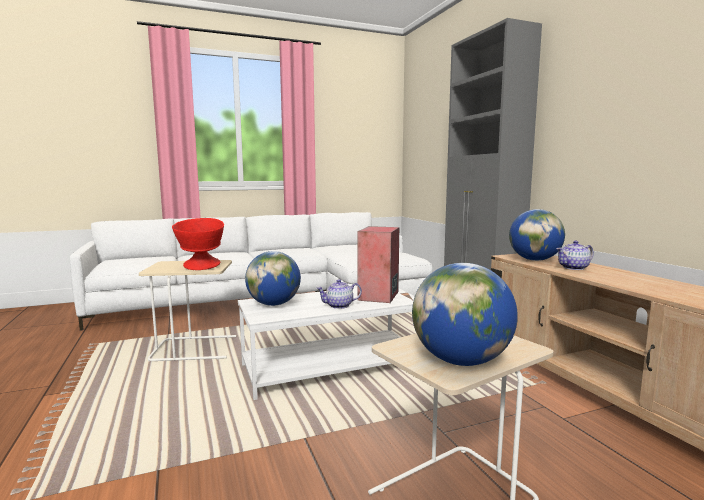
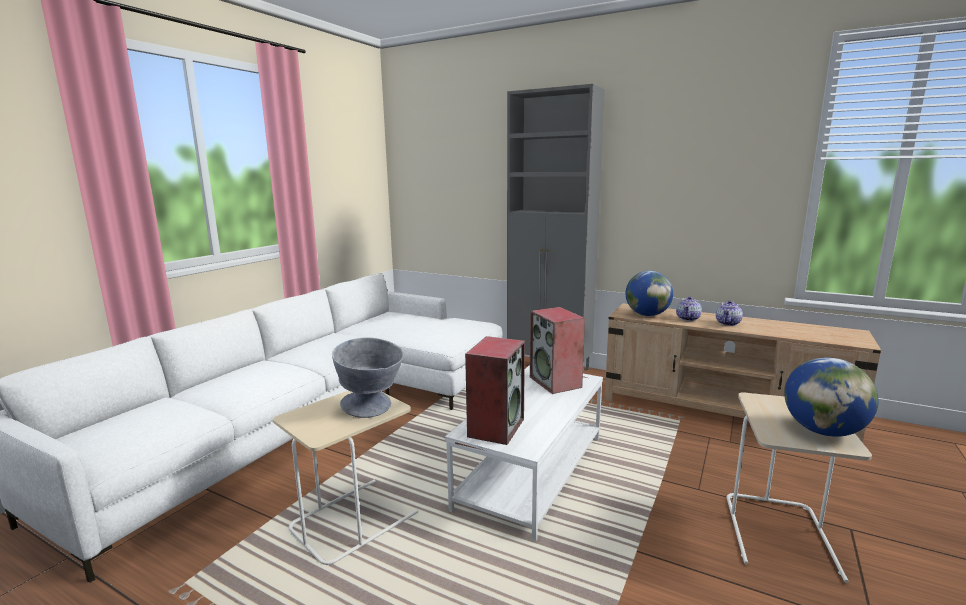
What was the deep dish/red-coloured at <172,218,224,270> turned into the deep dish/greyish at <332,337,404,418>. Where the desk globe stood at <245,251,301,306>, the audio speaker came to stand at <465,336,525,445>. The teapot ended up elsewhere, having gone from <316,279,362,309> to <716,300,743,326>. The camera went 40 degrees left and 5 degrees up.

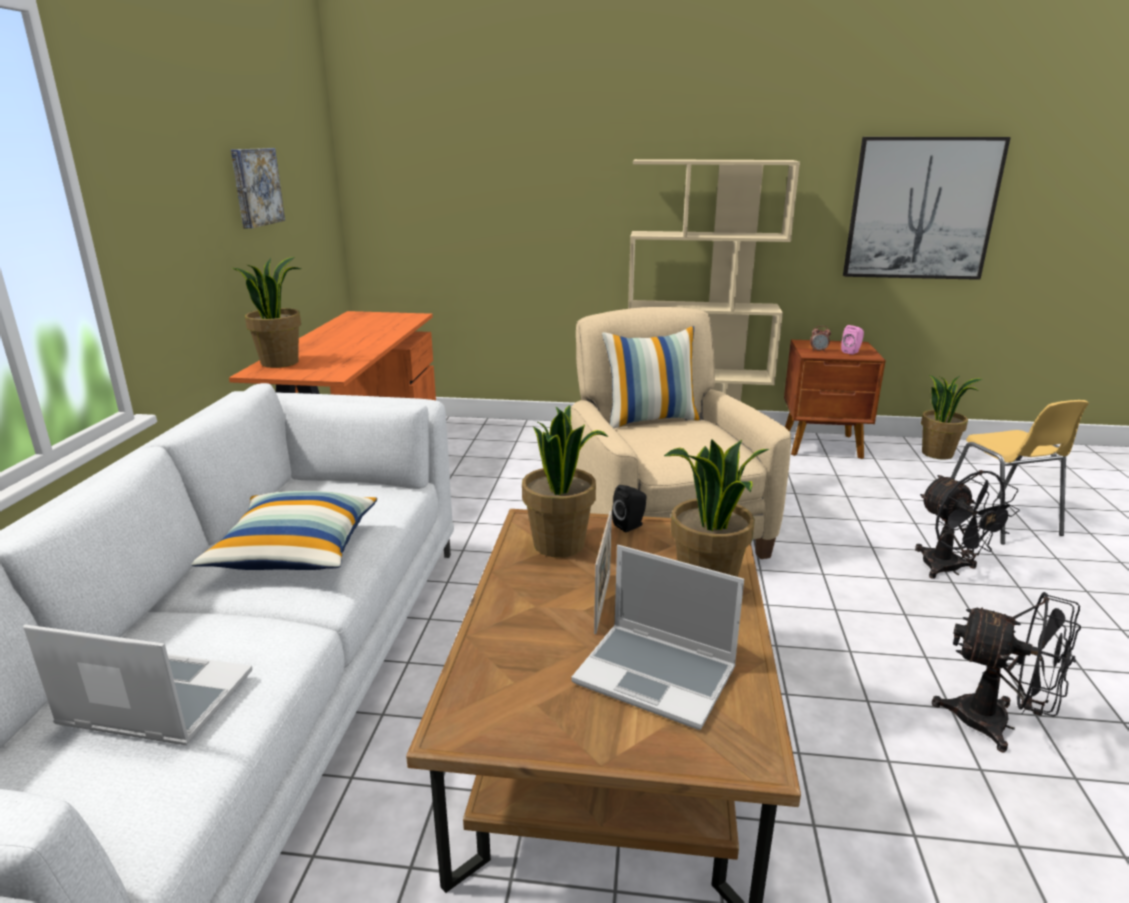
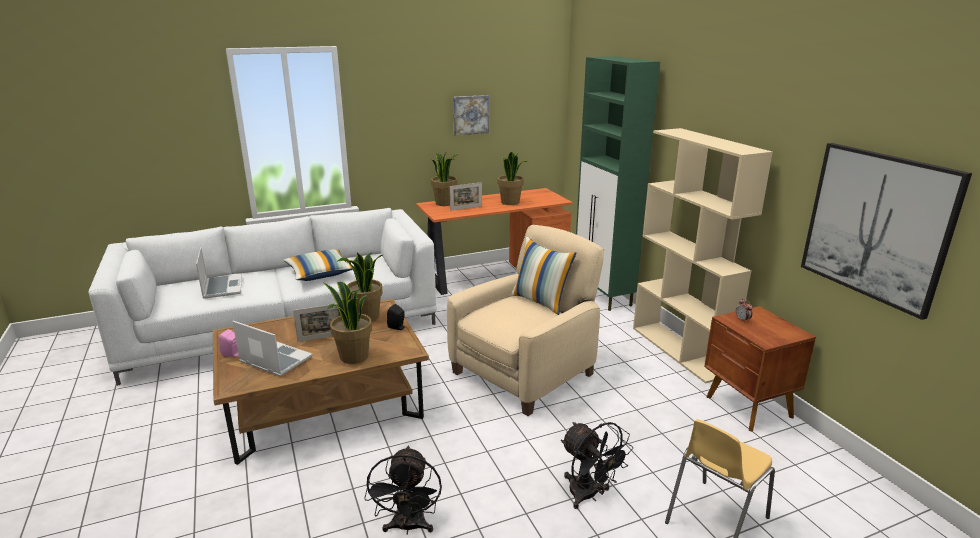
The notebook computer at <571,545,744,730> ended up facing another way, 120 degrees clockwise from before. The audio speaker/pink ended up elsewhere, having gone from <841,325,864,355> to <219,329,239,357>. The cooling fan/black at <915,470,1020,579> ended up facing another way, 75 degrees counterclockwise from before. The plant in a pot ended up elsewhere, having gone from <921,375,982,460> to <498,152,528,205>. The second view gained the picture frame at <450,182,482,211>. The second view gained the cabinet/green at <576,56,660,311>. The camera went 60 degrees right and 0 degrees up.

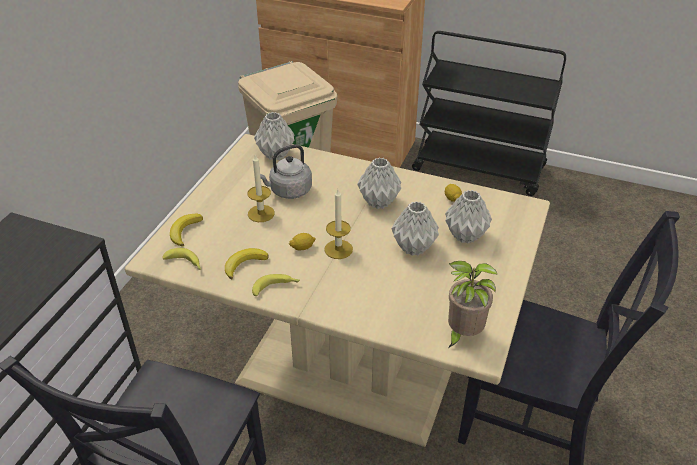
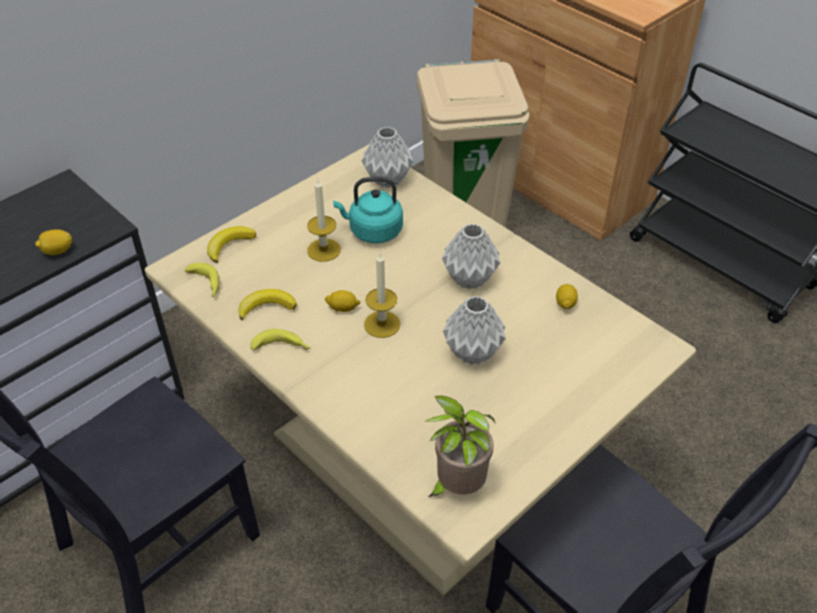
What was the water kettle/greyish at <260,144,312,199> turned into the water kettle/blue-green at <333,177,403,243>. The second view lost the decorative vase/greyish at <445,190,492,244>. The second view gained the citrus fruit at <35,229,72,255>. The camera went 25 degrees right and 5 degrees up.

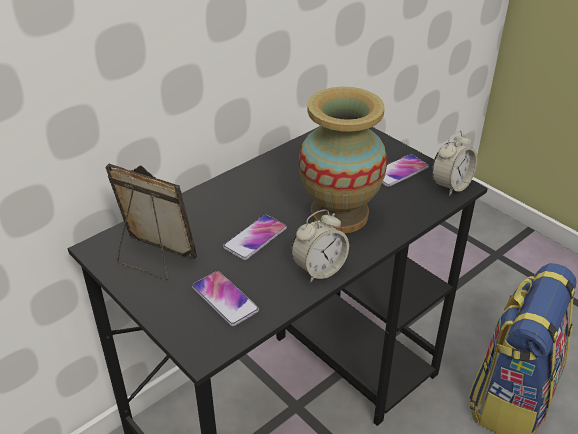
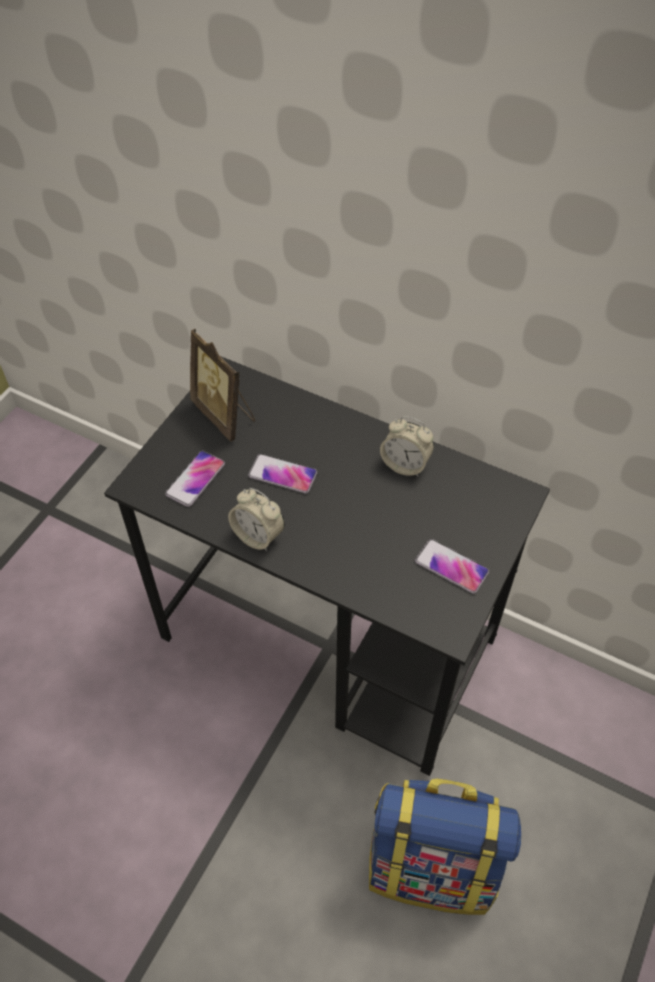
The picture frame at <105,164,197,280> ended up facing another way, 135 degrees clockwise from before. The second view lost the decorative vase at <299,87,387,233>. The bedside clock ended up elsewhere, having gone from <432,131,477,196> to <380,416,434,476>. The camera went 70 degrees right and 15 degrees up.

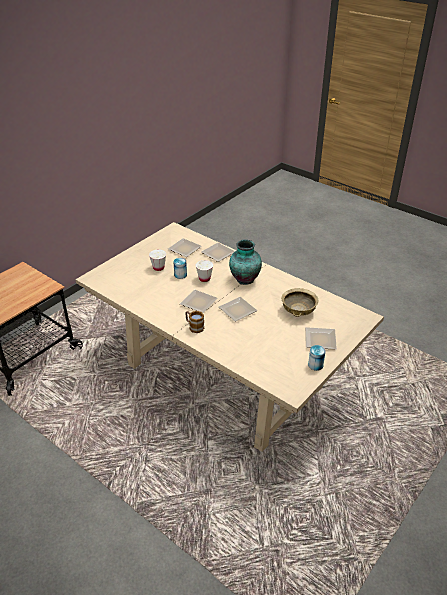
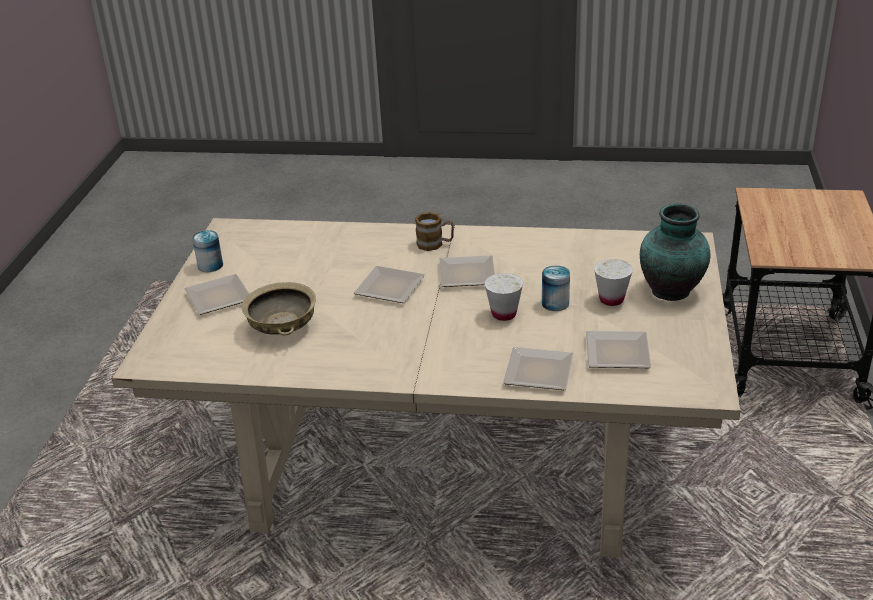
The decorative vase ended up elsewhere, having gone from <229,239,262,285> to <640,203,710,301>. The camera went 150 degrees right and 5 degrees down.

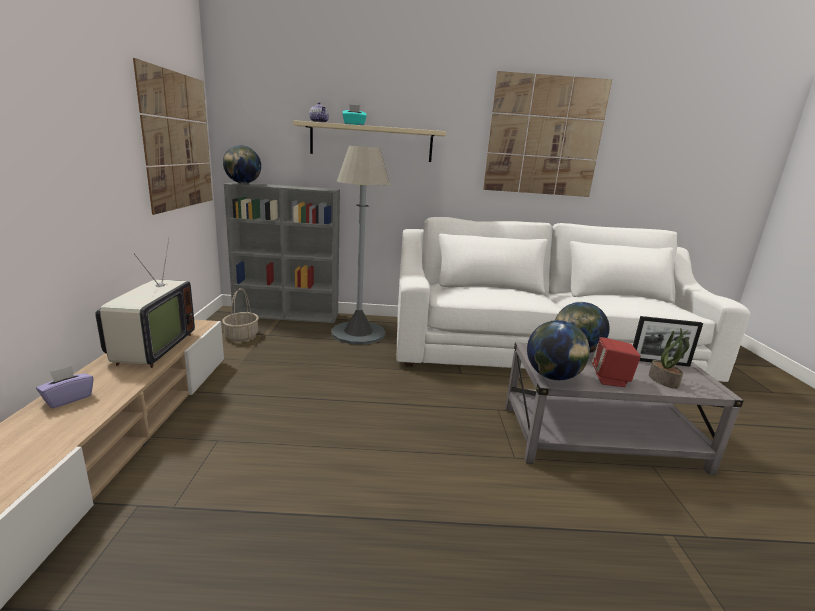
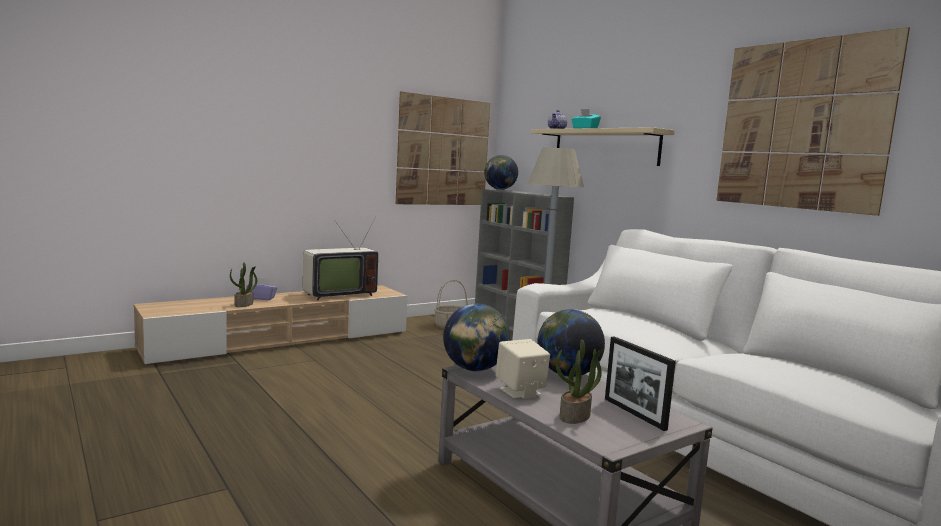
What was the audio speaker/red-coloured at <592,337,641,387> turned into the audio speaker/sand-coloured at <495,339,550,399>. The second view gained the plant in a pot at <230,262,257,307>. The camera went 55 degrees right and 10 degrees down.

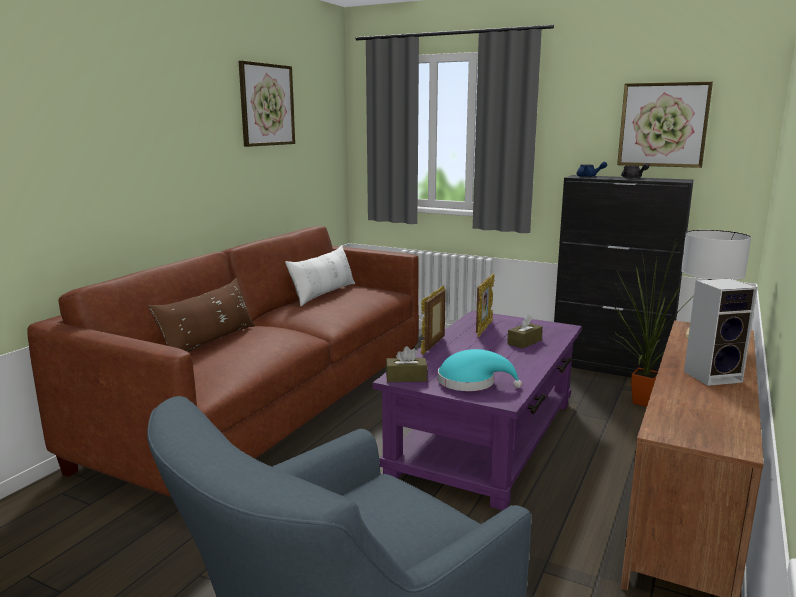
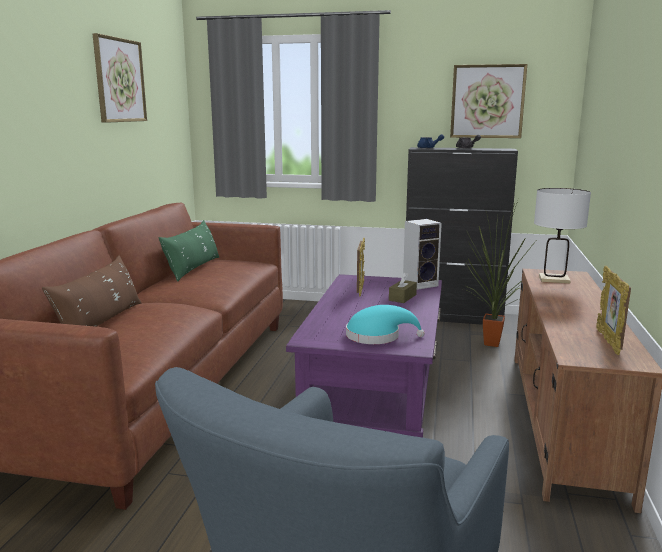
What was the pillow/white-coloured at <285,245,355,306> turned into the pillow/green at <159,220,219,282>. The second view lost the box of tissues/brown at <386,346,428,382>. The picture frame ended up elsewhere, having gone from <421,286,446,355> to <596,266,631,355>. The audio speaker ended up elsewhere, having gone from <684,278,758,386> to <403,219,442,290>. The camera went 15 degrees left and 0 degrees up.

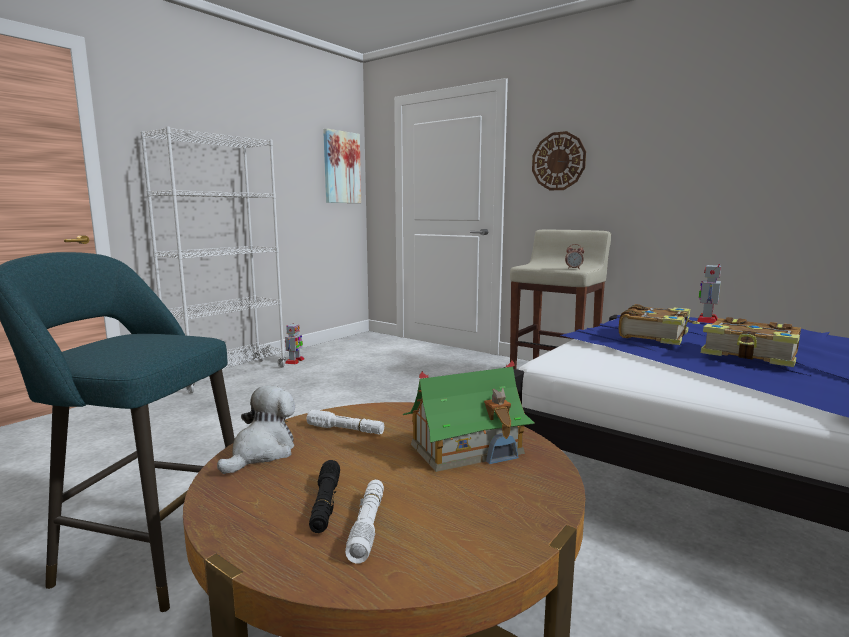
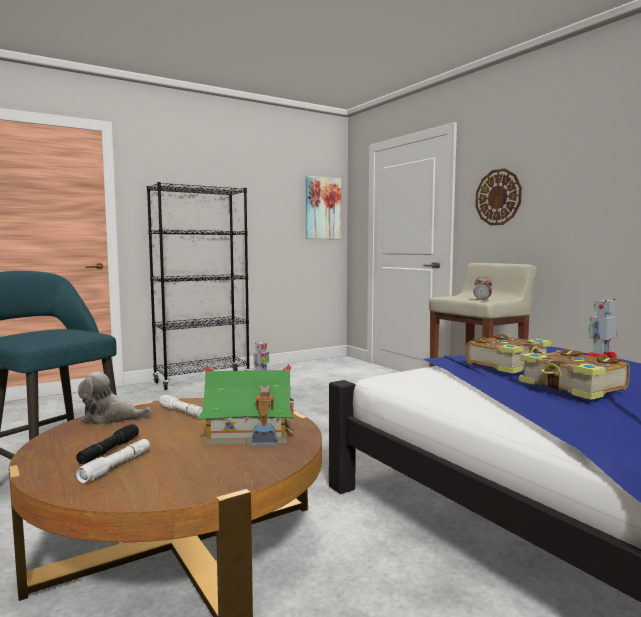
What was the shelving unit/white-coloured at <140,126,286,394> turned into the shelving unit/black at <147,182,250,390>. The soft toy at <217,385,295,474> ended up facing another way, 135 degrees counterclockwise from before. The camera went 20 degrees right and 5 degrees down.

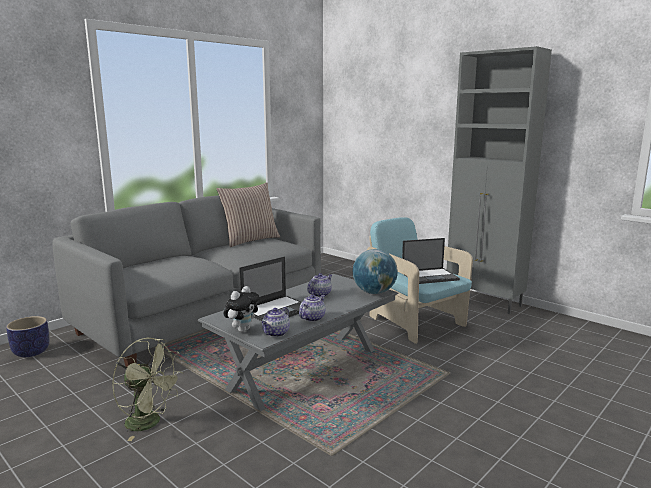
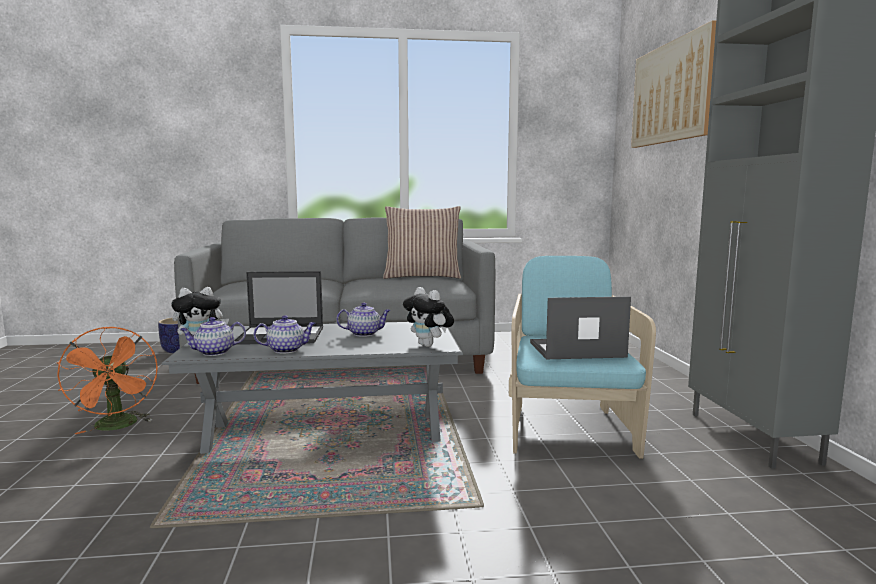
What was the cooling fan/green at <112,338,184,441> turned into the cooling fan/orange at <56,327,158,434>. Where the desk globe stood at <353,249,398,294>, the soft toy came to stand at <403,287,454,347>. The notebook computer at <402,238,460,284> ended up facing another way, 150 degrees clockwise from before. The second view gained the wall picture at <631,20,716,148>. The camera went 40 degrees right and 5 degrees down.

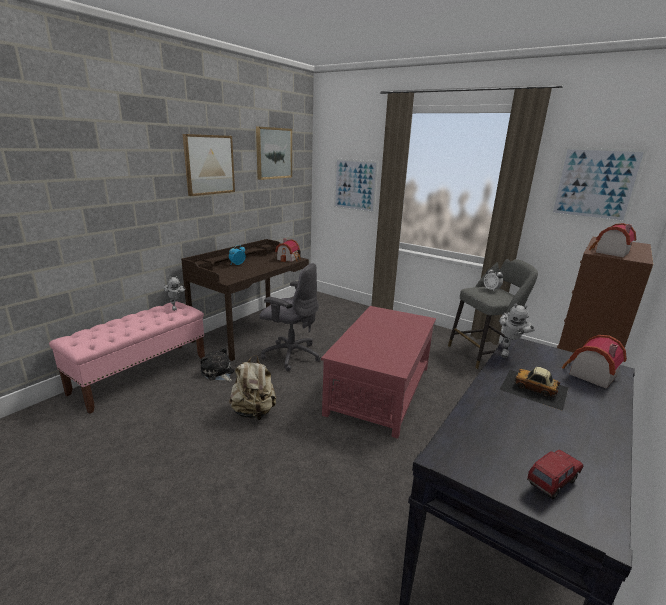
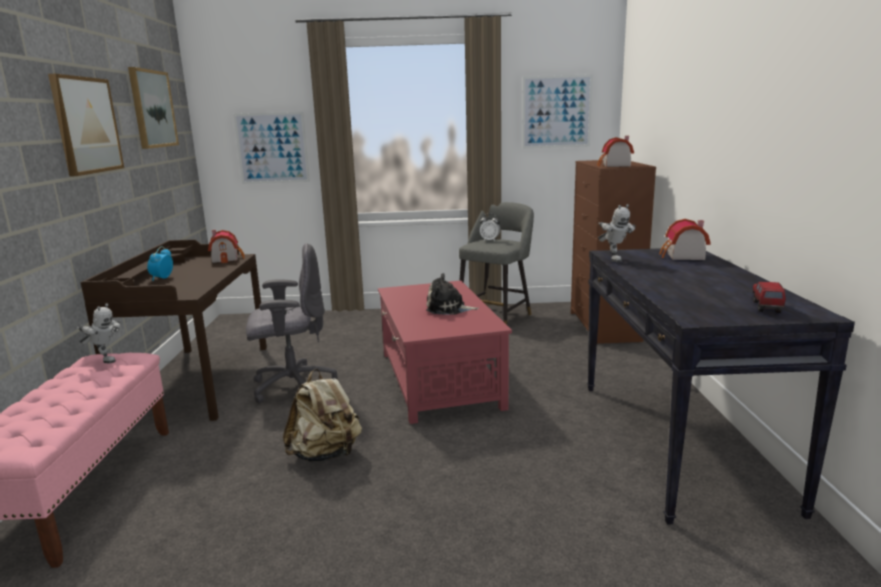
The soft toy ended up elsewhere, having gone from <200,347,234,382> to <426,273,479,315>. The second view lost the miniature car at <500,367,568,411>. The camera went 35 degrees left and 5 degrees down.

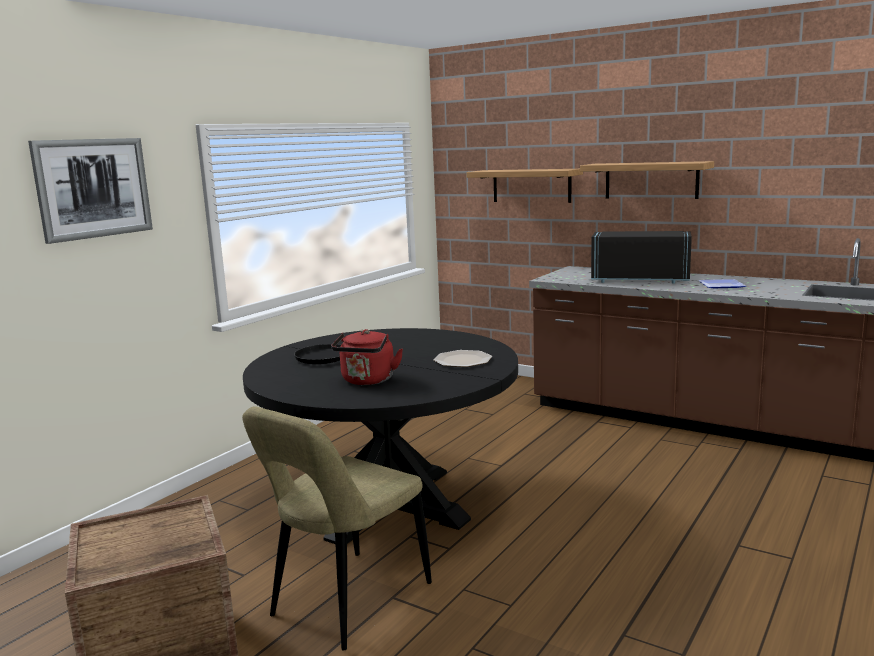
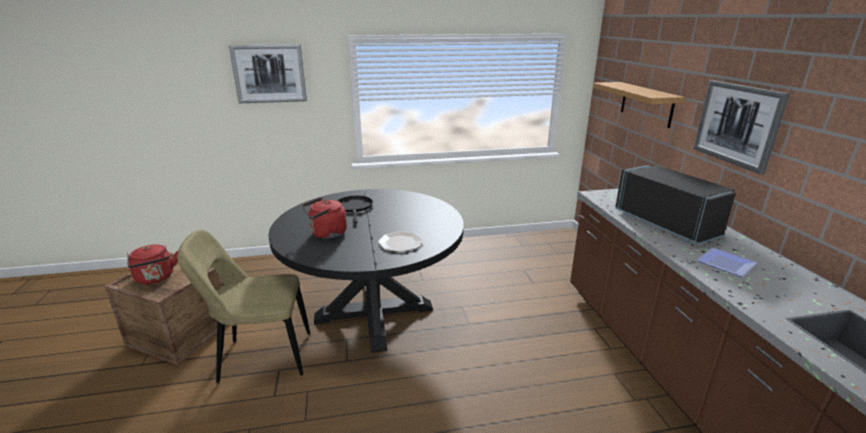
Where the shelf hung at <580,161,714,199>, the wall picture came to hang at <693,80,790,174>. The second view gained the water kettle/red-coloured at <127,244,178,284>. The camera went 45 degrees right and 10 degrees up.

